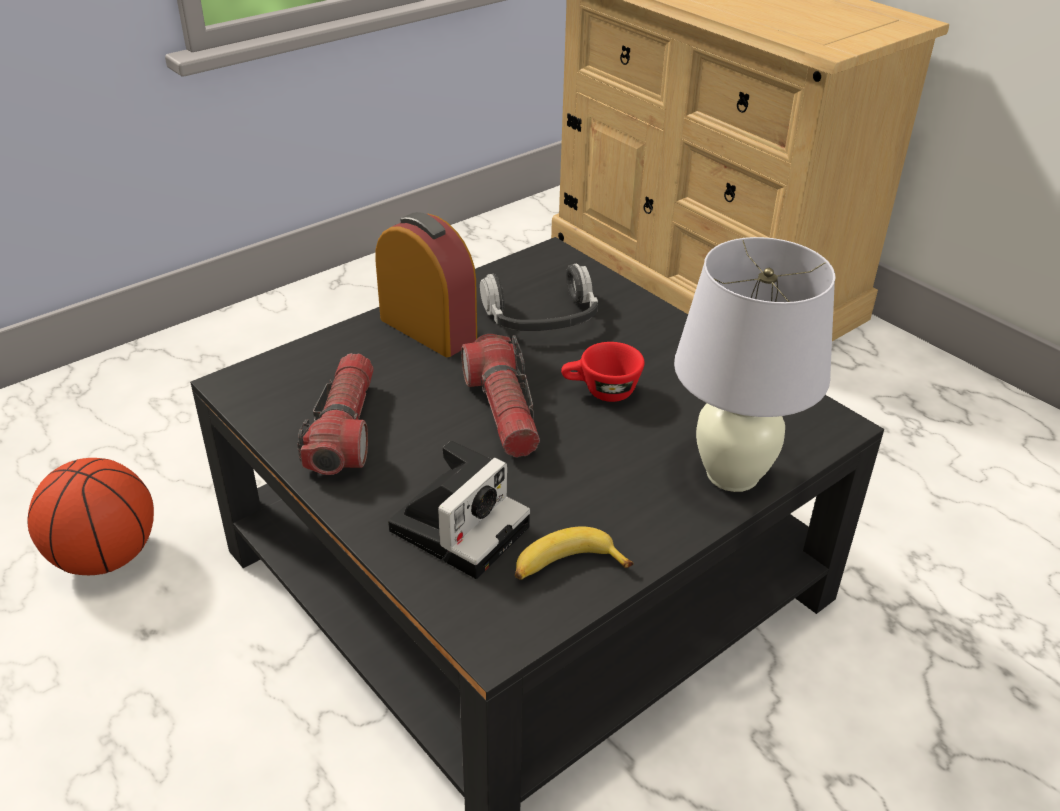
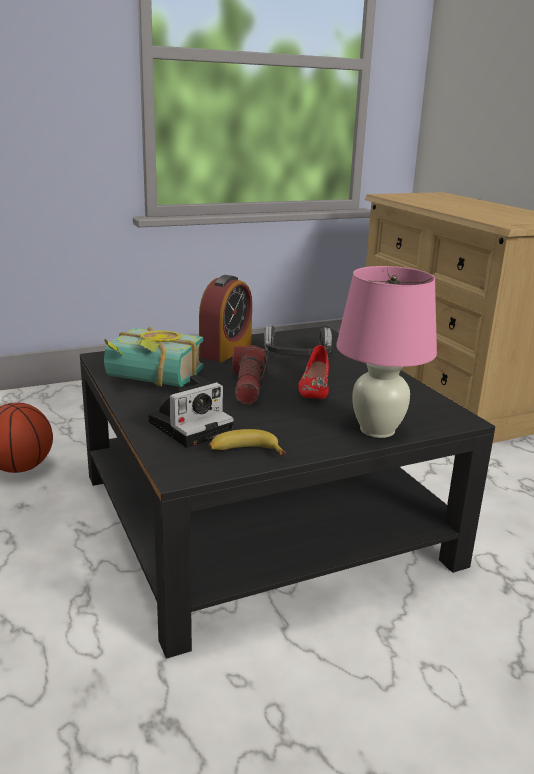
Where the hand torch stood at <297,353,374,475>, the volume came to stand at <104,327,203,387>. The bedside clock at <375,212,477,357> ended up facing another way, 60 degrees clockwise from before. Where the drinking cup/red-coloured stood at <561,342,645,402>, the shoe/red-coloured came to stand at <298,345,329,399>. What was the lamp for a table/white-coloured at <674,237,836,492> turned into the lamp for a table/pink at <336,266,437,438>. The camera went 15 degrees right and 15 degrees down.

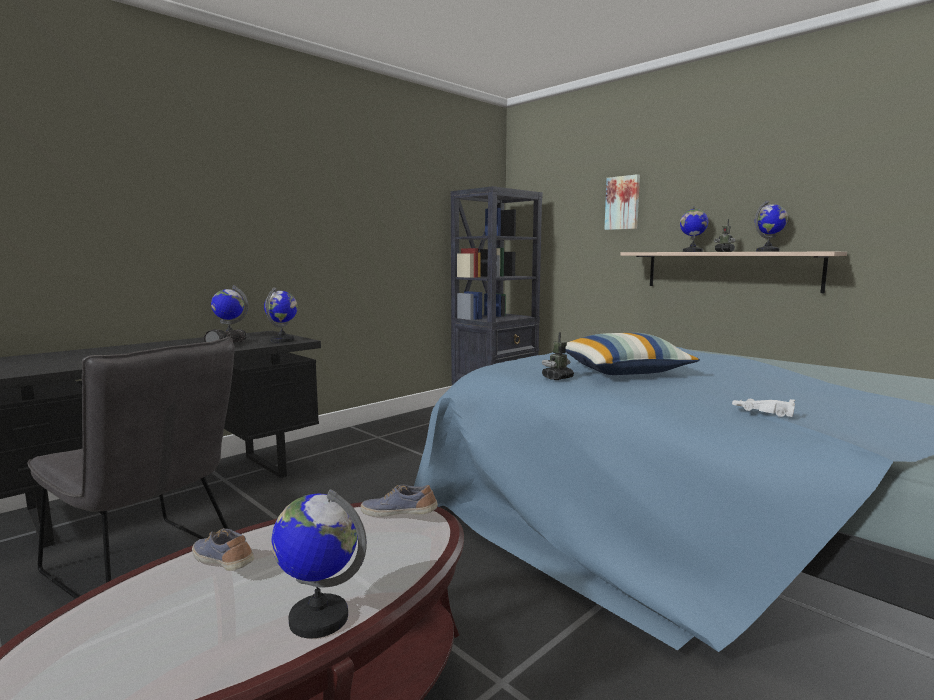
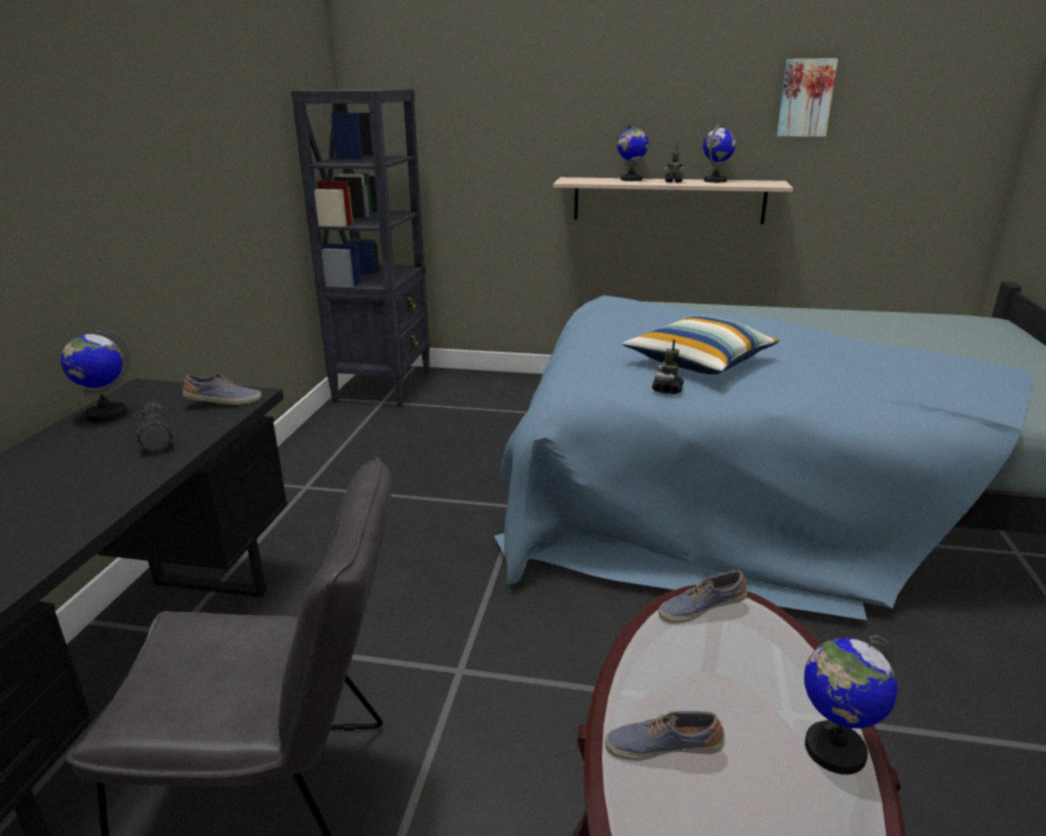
Where the desk globe stood at <264,287,298,343>, the shoe came to stand at <183,374,262,405>. The wall picture ended up elsewhere, having gone from <604,174,640,230> to <777,58,838,137>. The second view lost the miniature car/white-coloured at <732,399,795,417>. The camera went 35 degrees left and 15 degrees up.

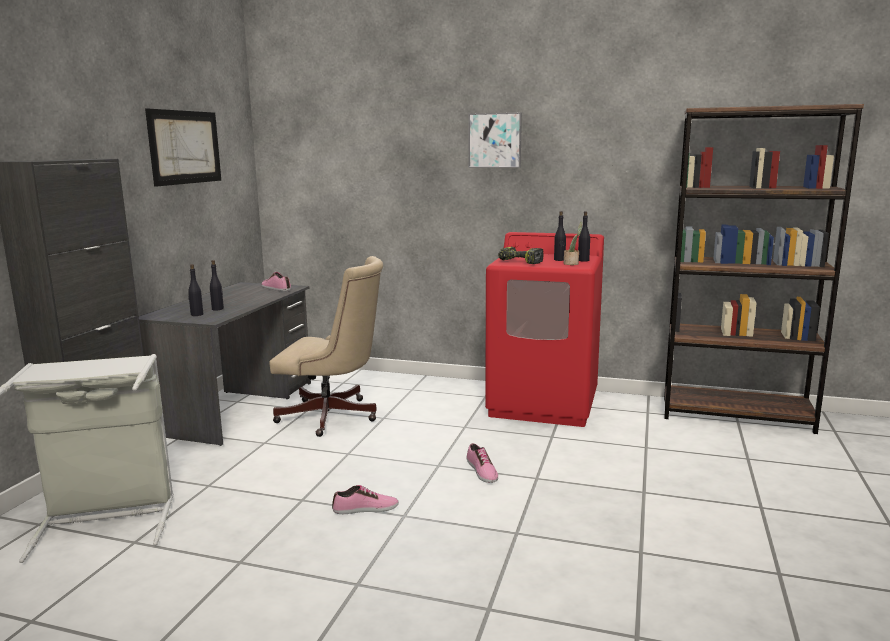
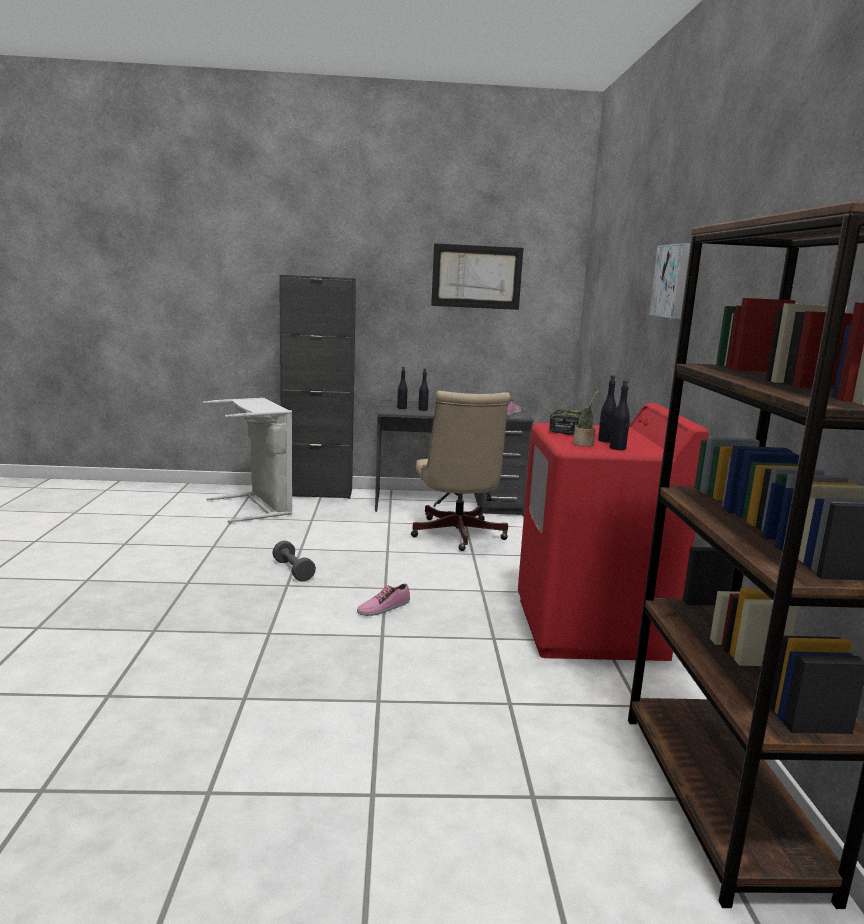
Where the shoe stood at <332,485,399,514>, the free weight/greyish came to stand at <272,541,316,581>. The camera went 70 degrees right and 0 degrees up.

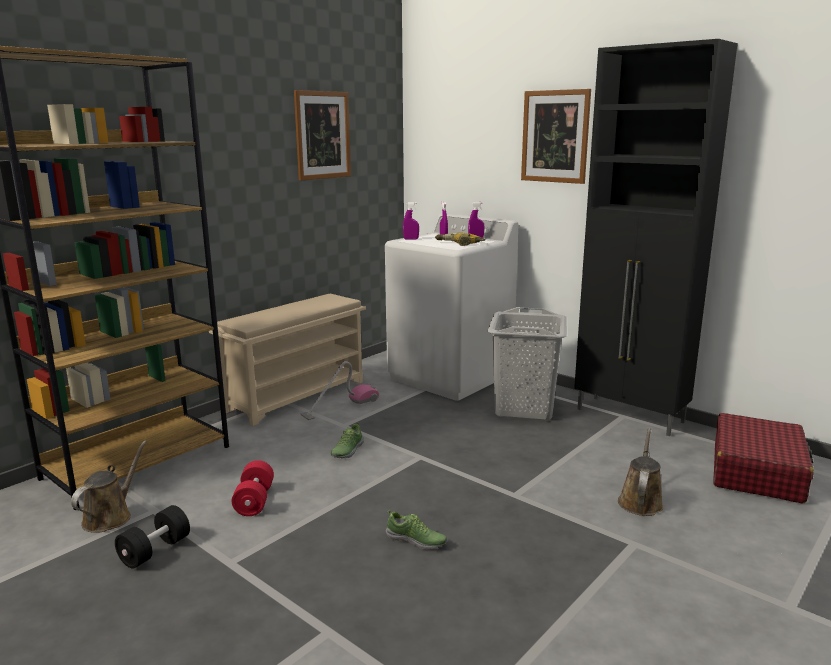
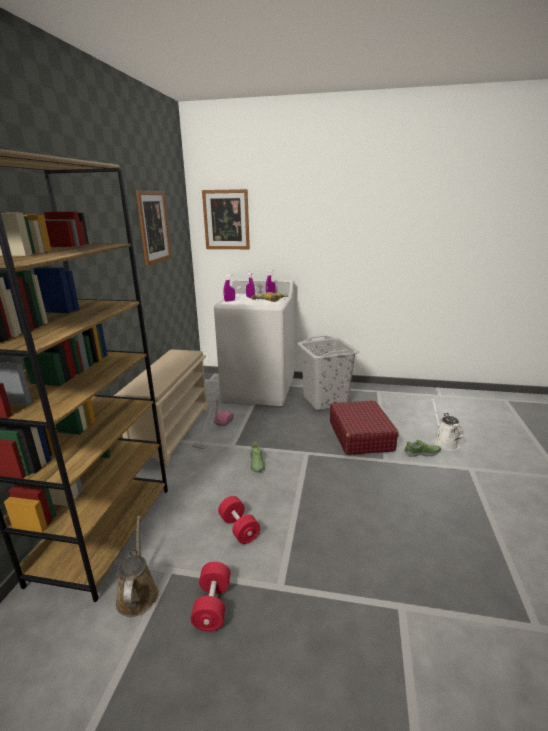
What was the free weight/black at <115,505,190,569> turned into the free weight/red-coloured at <191,562,230,632>. The shoe ended up elsewhere, having gone from <386,510,447,549> to <404,440,441,457>. The wall picture ended up elsewhere, having gone from <521,89,591,184> to <202,189,250,249>. The second view lost the cabinet/black at <574,39,738,436>. What was the watering can/brown at <618,428,664,516> turned into the watering can/white-coloured at <432,398,463,451>. The travel case/red-coloured ended up elsewhere, having gone from <713,413,814,504> to <330,400,398,455>. The camera went 30 degrees left and 5 degrees up.

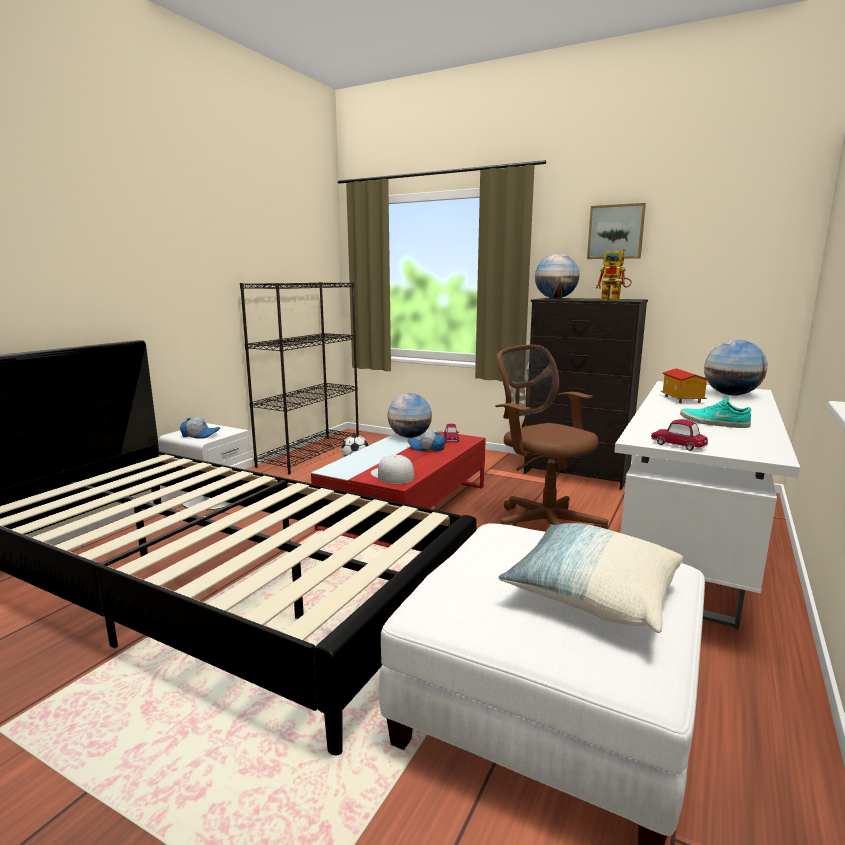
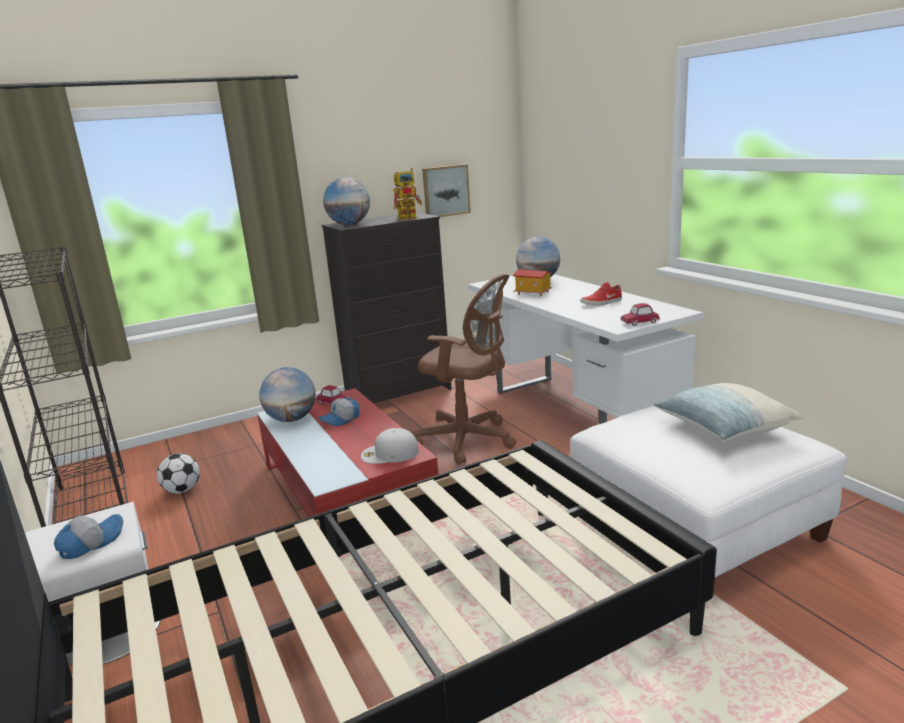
The office chair/brown at <495,345,608,529> ended up facing another way, 150 degrees counterclockwise from before. The wall picture ended up elsewhere, having gone from <587,203,646,259> to <422,164,471,217>. What was the shoe/blue-green at <680,398,751,428> turned into the shoe/red-coloured at <580,282,622,306>. The camera went 55 degrees left and 5 degrees up.

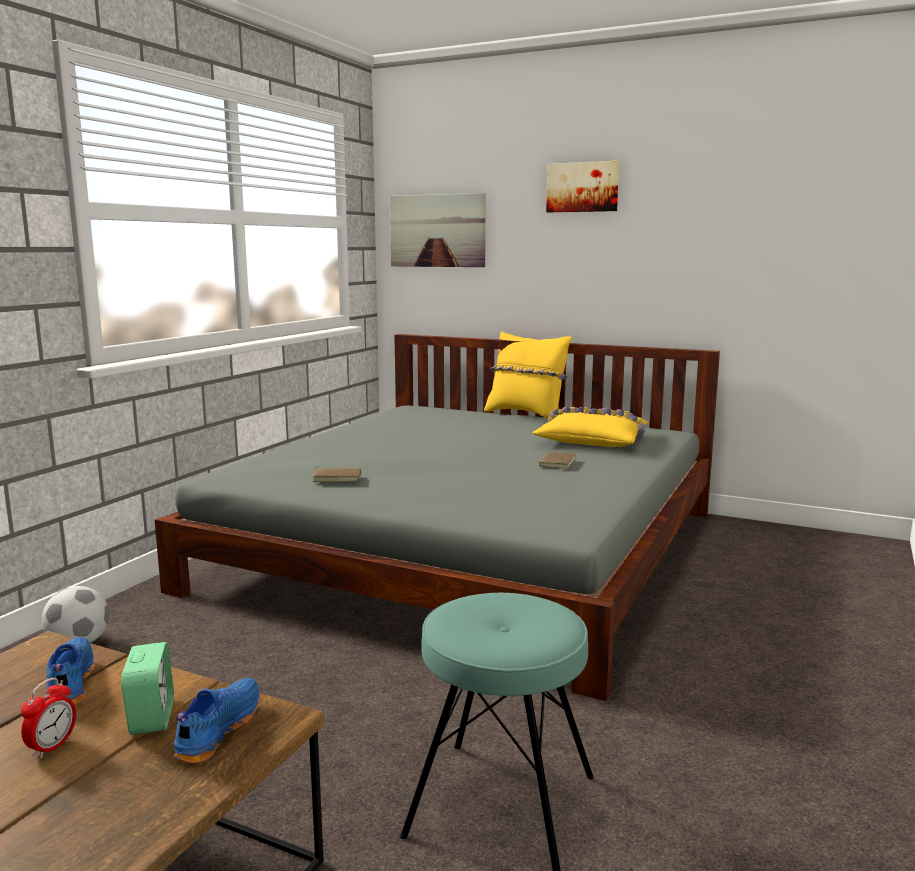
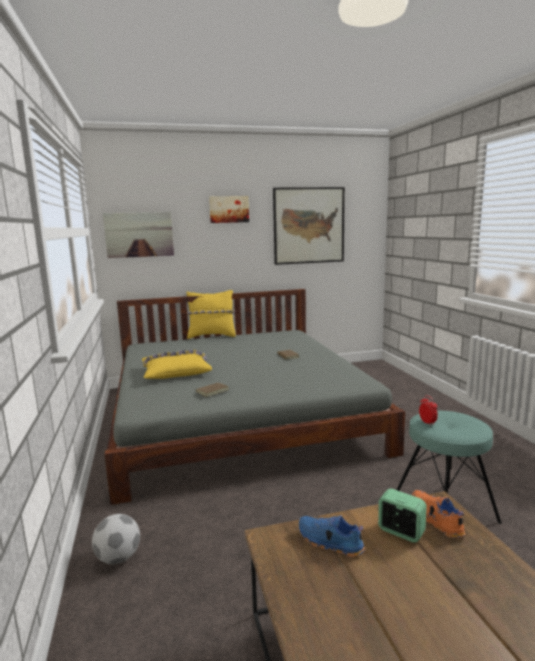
The bedside clock ended up elsewhere, having gone from <21,678,76,758> to <419,395,438,426>. What was the shoe/blue at <173,678,260,763> turned into the shoe/orange at <412,490,465,538>. The pillow/yellowish ended up elsewhere, having gone from <532,407,649,447> to <142,350,212,379>. The second view gained the wall picture at <273,187,345,265>. The camera went 40 degrees left and 0 degrees up.

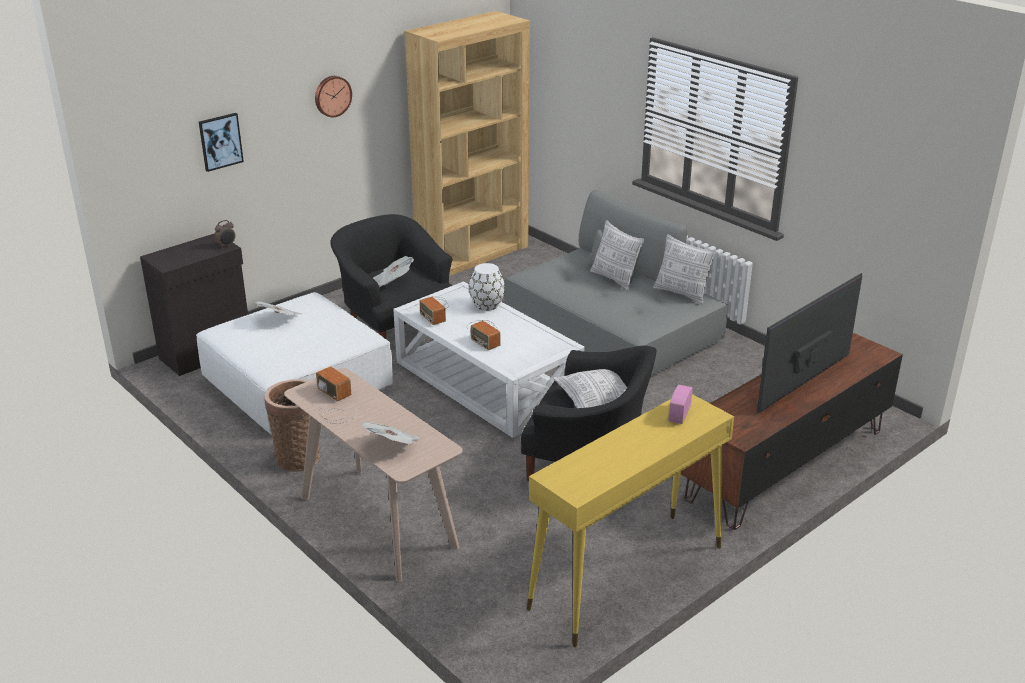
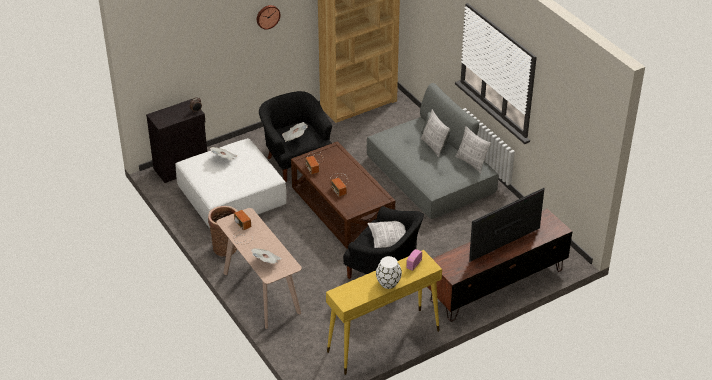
The second view lost the wall picture at <199,113,244,172>. What was the coffee table/white-coloured at <393,281,585,438> turned into the coffee table/brown at <291,141,395,249>. The decorative vase/white-coloured ended up elsewhere, having gone from <469,263,505,311> to <376,256,402,289>. The camera went 10 degrees right and 10 degrees up.

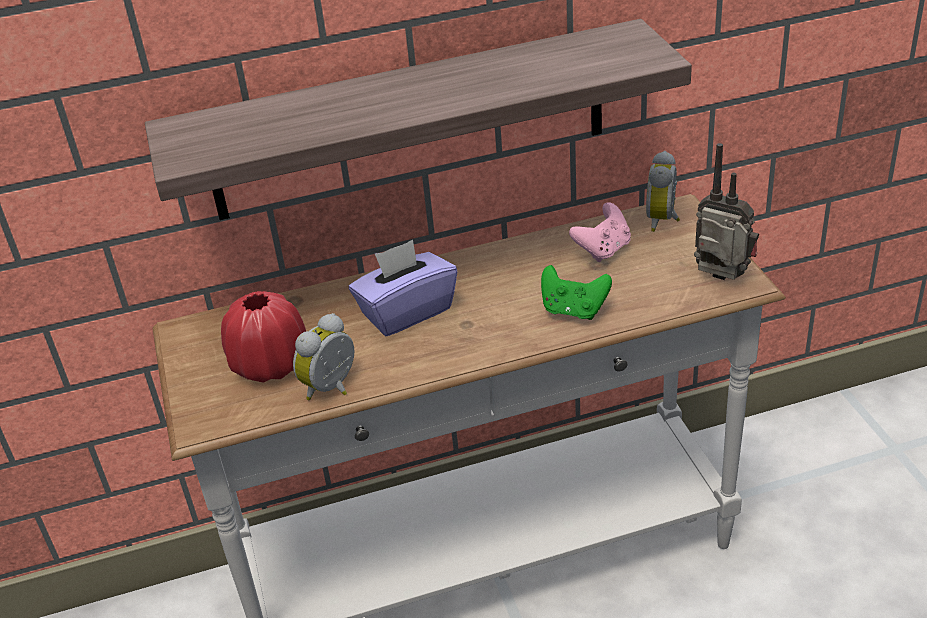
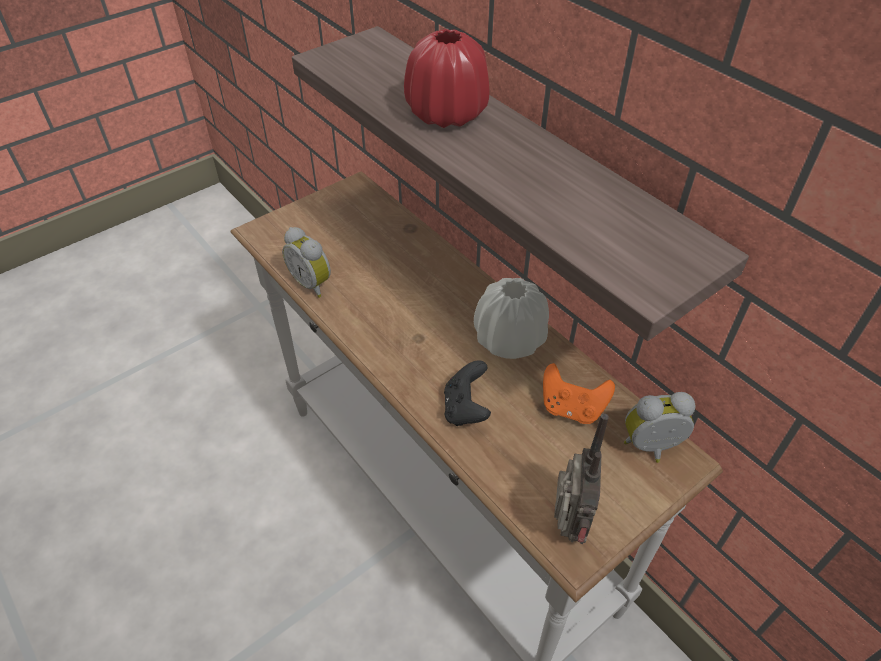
The decorative vase/red-coloured ended up elsewhere, having gone from <221,291,306,382> to <404,29,490,128>. The bedside clock at <293,313,354,401> ended up facing another way, 150 degrees counterclockwise from before. The second view lost the box of tissues/purple at <349,240,457,336>. What was the gamepad/green at <541,265,612,320> turned into the gamepad/black at <444,360,491,426>. What was the gamepad/pink at <569,202,631,262> turned into the gamepad/orange at <543,363,615,424>. The second view gained the decorative vase/white-coloured at <474,278,549,359>. The camera went 65 degrees right and 10 degrees up.

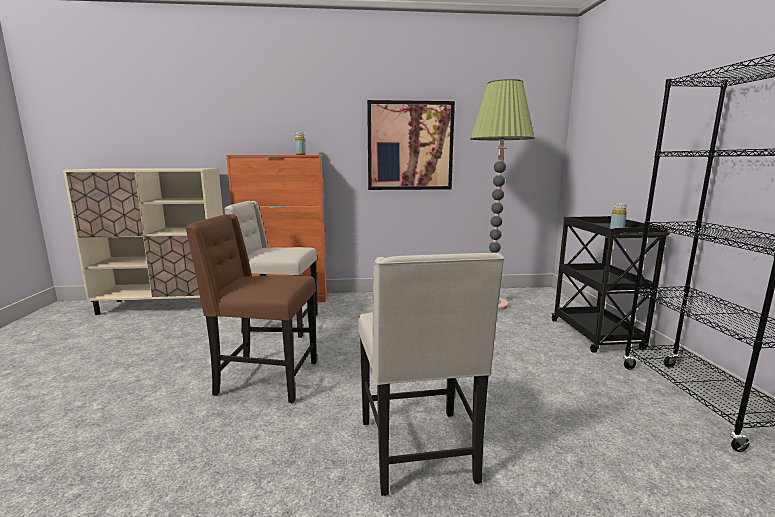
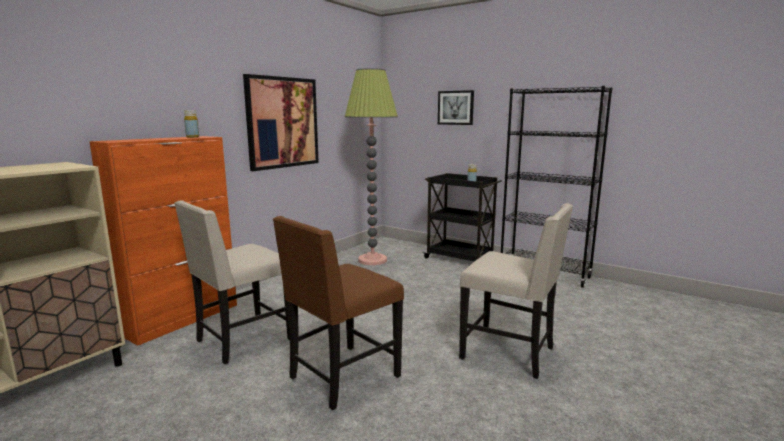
The second view gained the wall picture at <438,90,474,125>. The camera went 50 degrees left and 0 degrees up.

